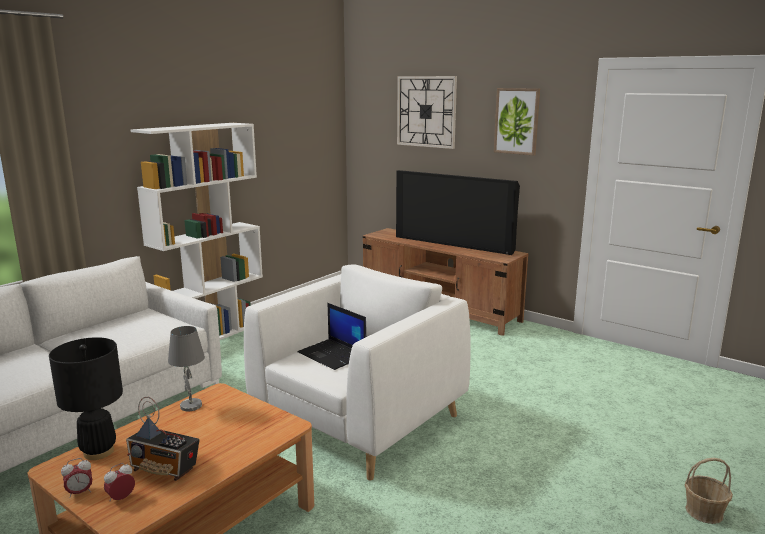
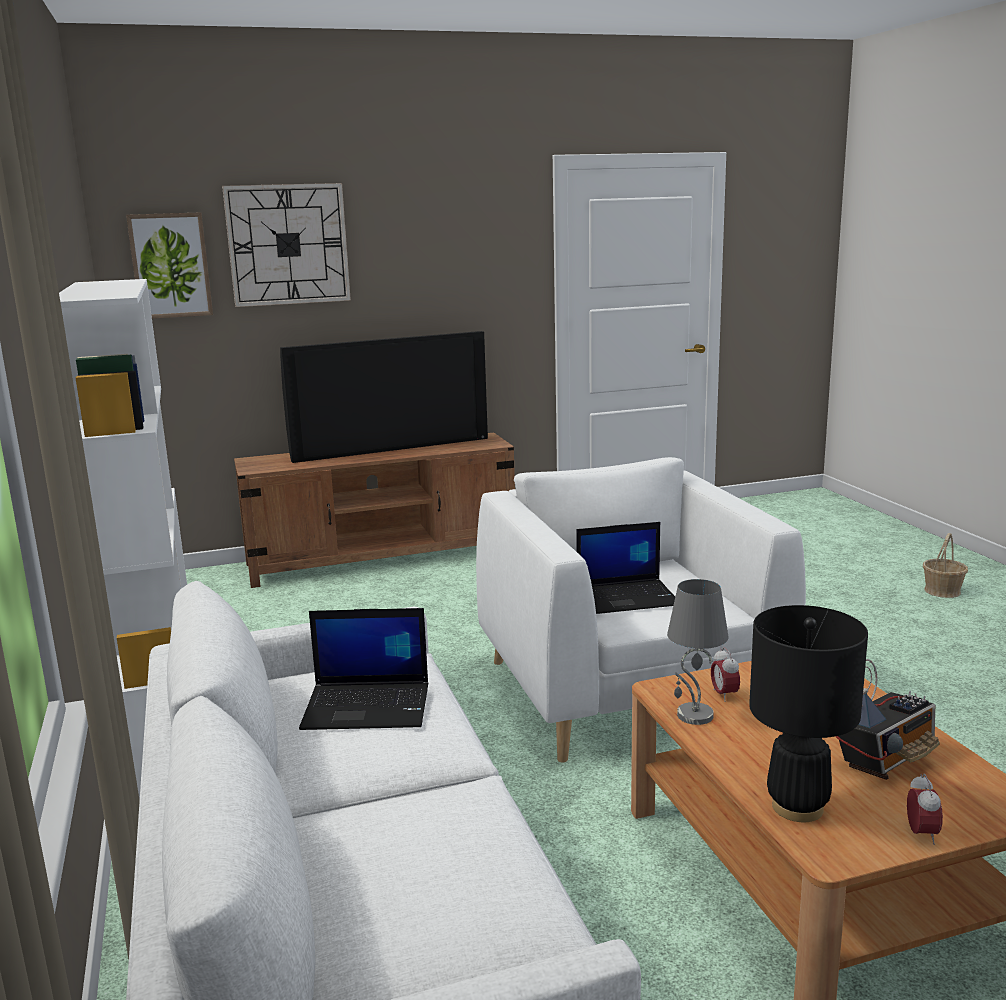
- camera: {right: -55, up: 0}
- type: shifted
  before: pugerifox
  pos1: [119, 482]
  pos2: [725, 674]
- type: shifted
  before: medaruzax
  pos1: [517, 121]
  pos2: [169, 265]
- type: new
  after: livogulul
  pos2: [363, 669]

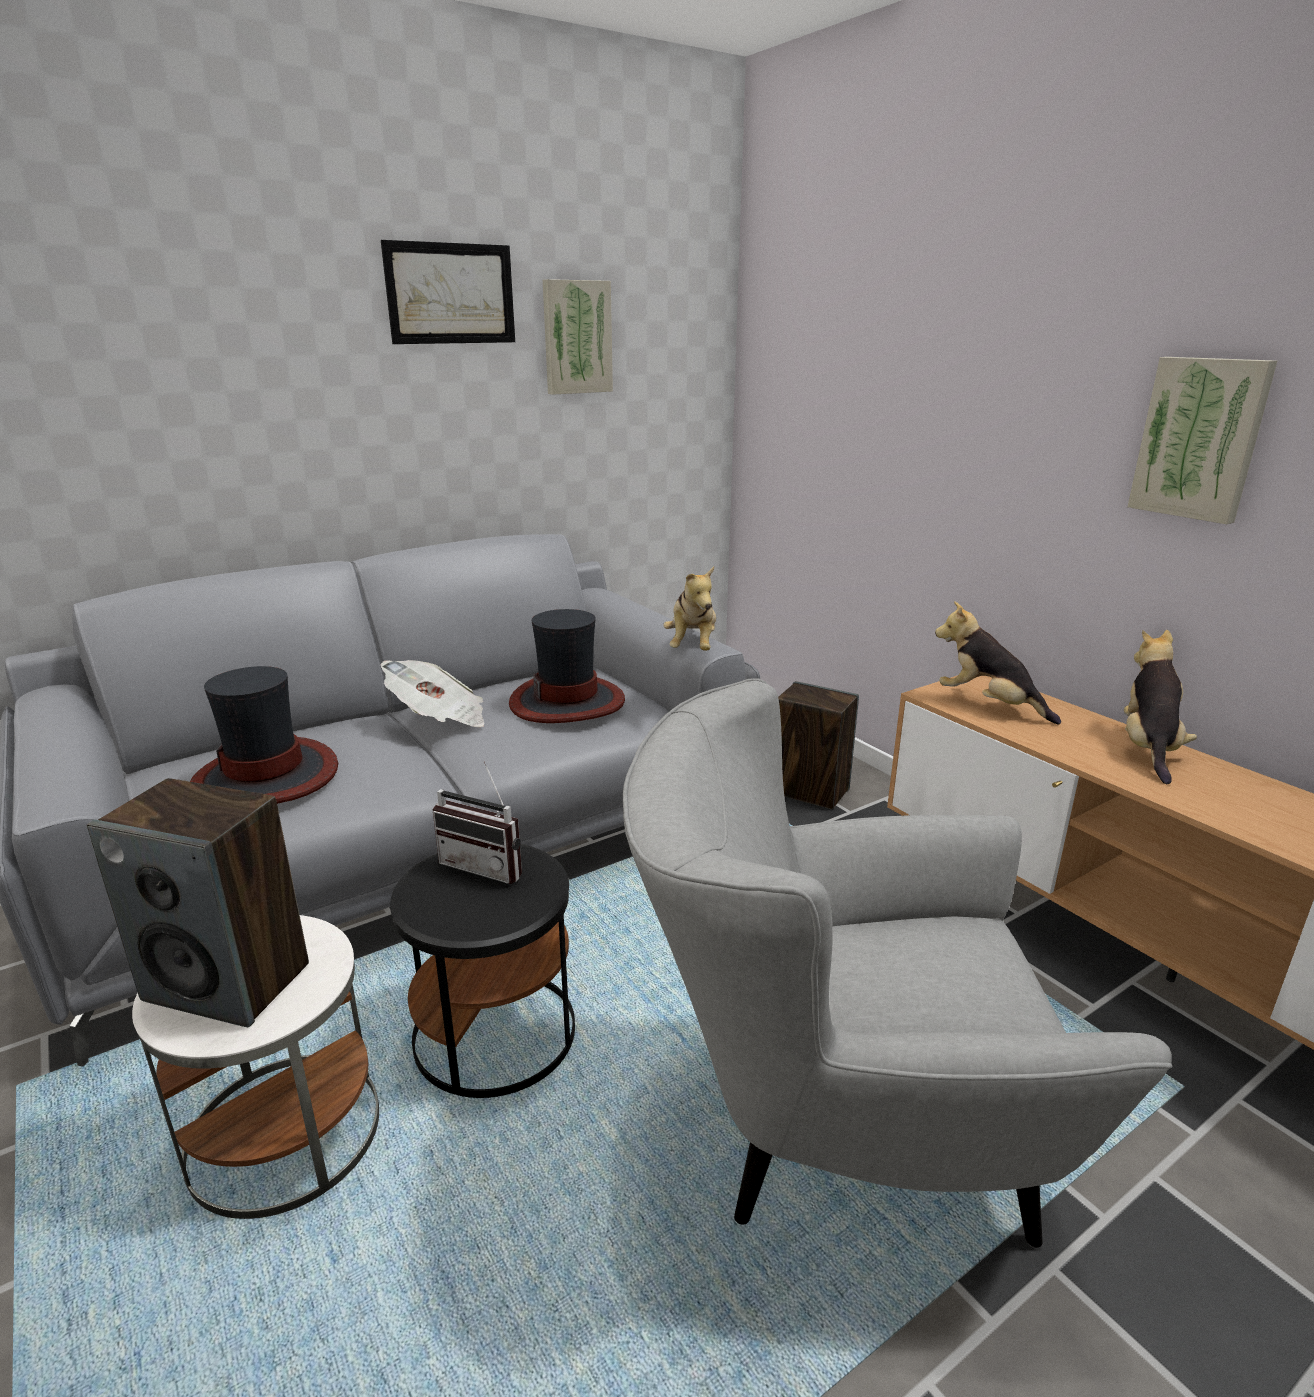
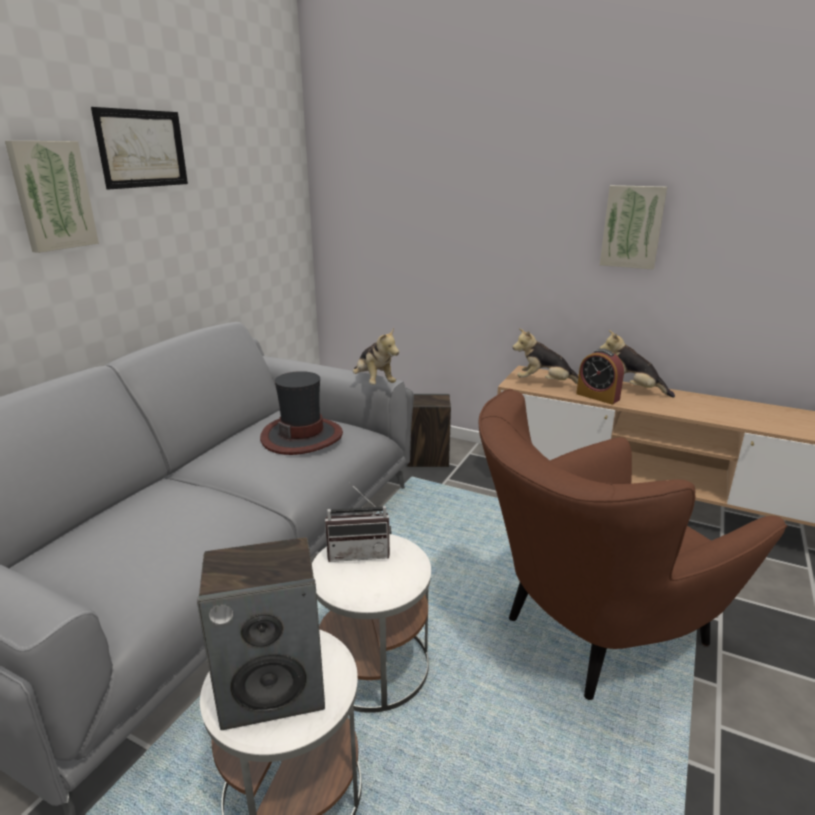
- camera: {right: -30, up: 0}
- type: gone
  before: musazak
  pos1: [264, 735]
- type: gone
  before: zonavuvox
  pos1: [432, 693]
- type: repainted
  before: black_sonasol
  after: white_sonasol
  pos1: [482, 971]
  pos2: [371, 623]
- type: shifted
  before: medaruzax
  pos1: [578, 337]
  pos2: [52, 197]
- type: repainted
  before: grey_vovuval
  after: brown_vovuval
  pos1: [898, 963]
  pos2: [632, 544]
- type: rotated
  before: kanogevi
  pos1: [1160, 707]
  pos2: [637, 364]
  turn: -45
- type: new
  after: pugerifox
  pos2: [600, 376]

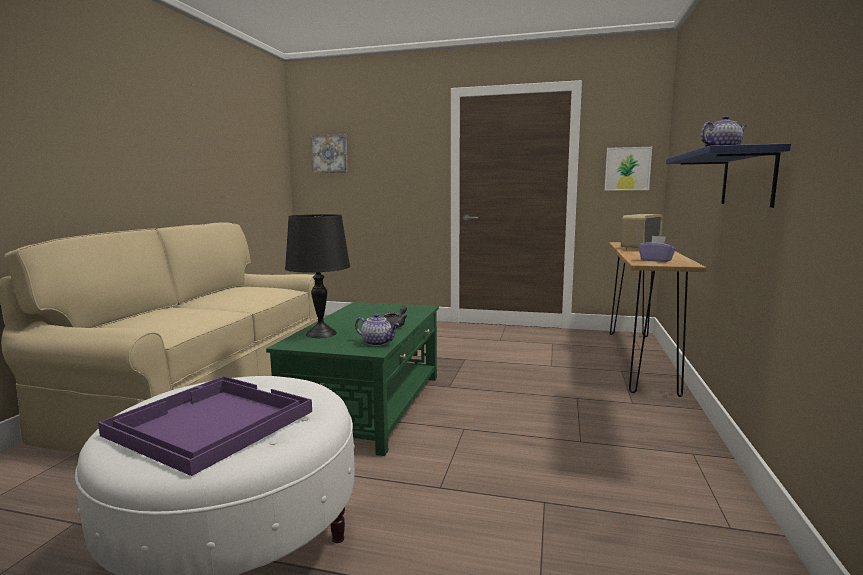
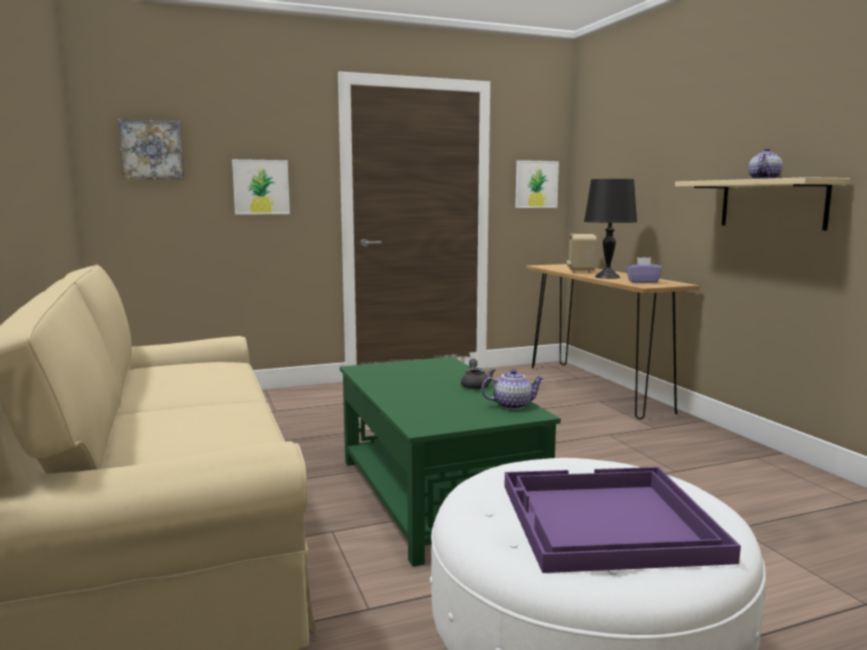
- camera: {right: -35, up: 0}
- type: shifted
  before: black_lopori
  pos1: [317, 276]
  pos2: [610, 229]
- type: repainted
  before: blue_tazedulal
  after: beige_tazedulal
  pos1: [728, 175]
  pos2: [762, 204]
- type: new
  after: medaruzax
  pos2: [261, 187]

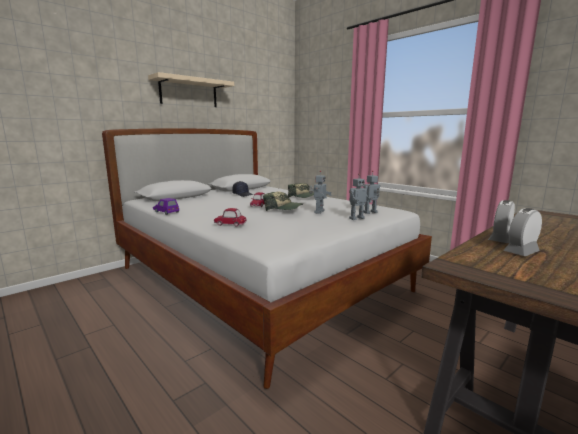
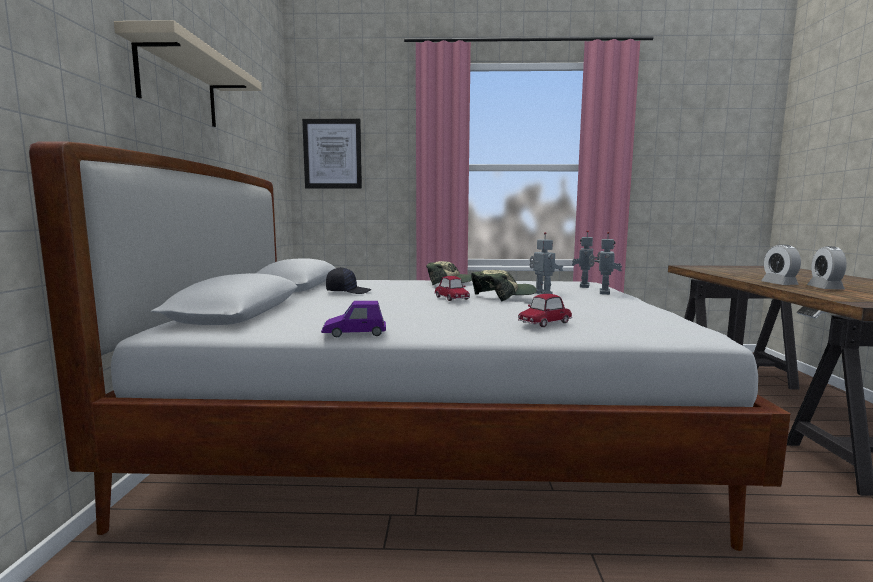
- camera: {right: -45, up: -5}
- type: new
  after: medaruzax
  pos2: [332, 154]

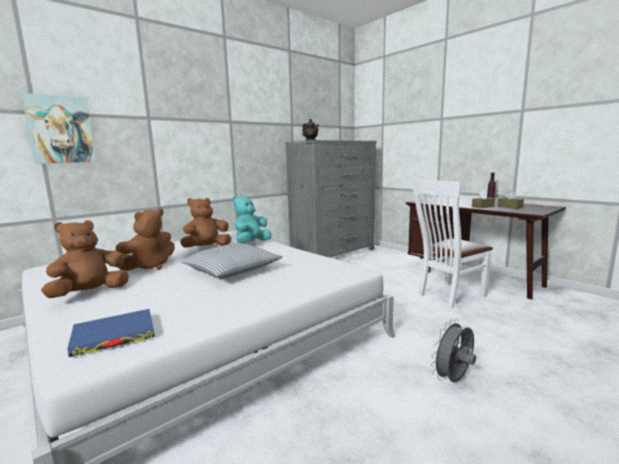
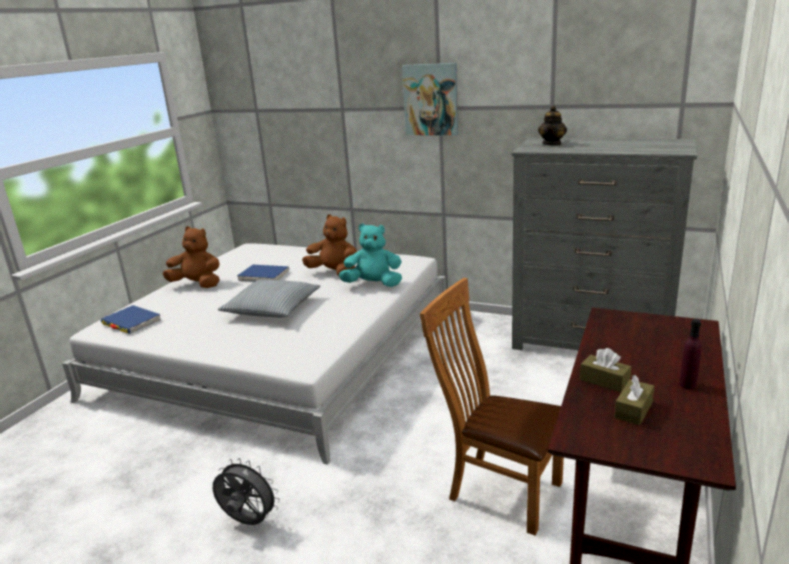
- camera: {right: 65, up: 10}
- type: shifted
  before: medaruzax
  pos1: [58, 128]
  pos2: [430, 99]
- type: swapped
  before: brown_kanogevi
  after: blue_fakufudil
  pos1: [145, 239]
  pos2: [263, 273]
- type: repainted
  before: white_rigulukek
  after: brown_rigulukek
  pos1: [452, 243]
  pos2: [492, 407]

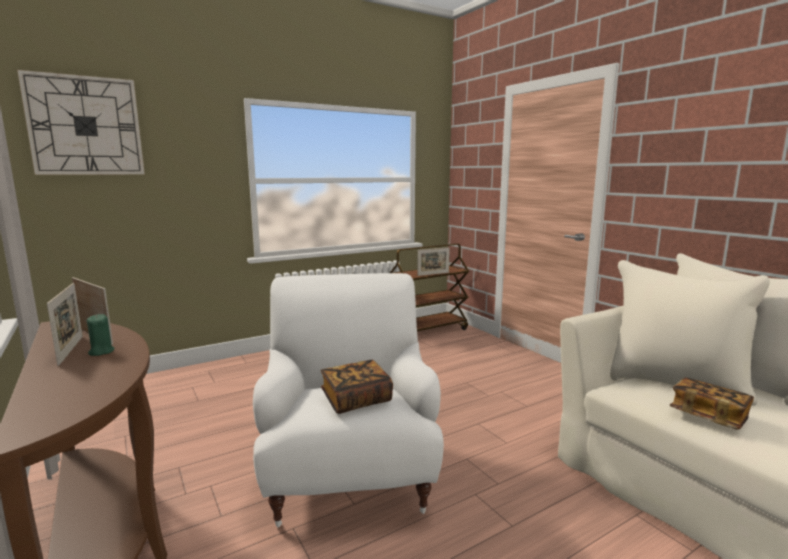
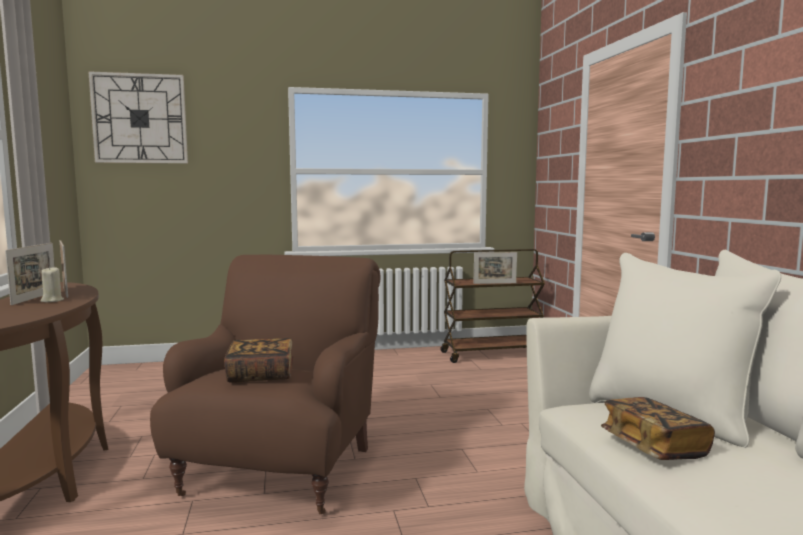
- camera: {right: 20, up: -5}
- type: repainted
  before: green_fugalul
  after: beige_fugalul
  pos1: [100, 335]
  pos2: [52, 284]
- type: repainted
  before: white_vovuval
  after: brown_vovuval
  pos1: [348, 400]
  pos2: [265, 384]

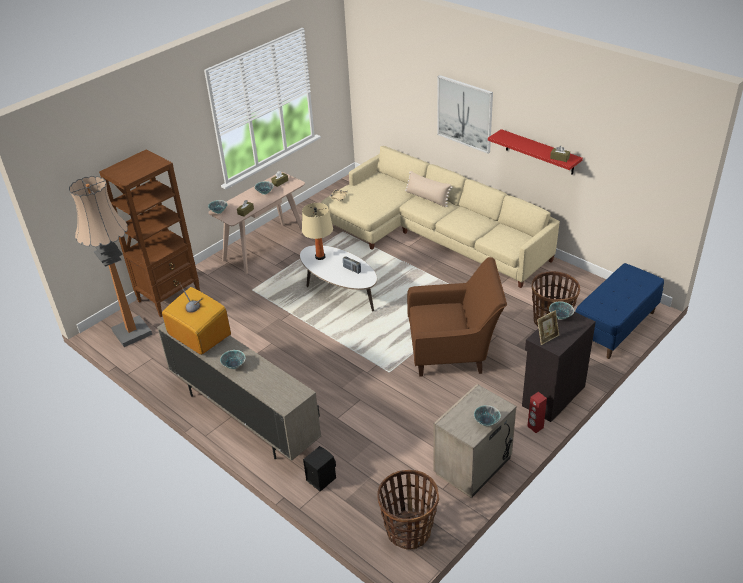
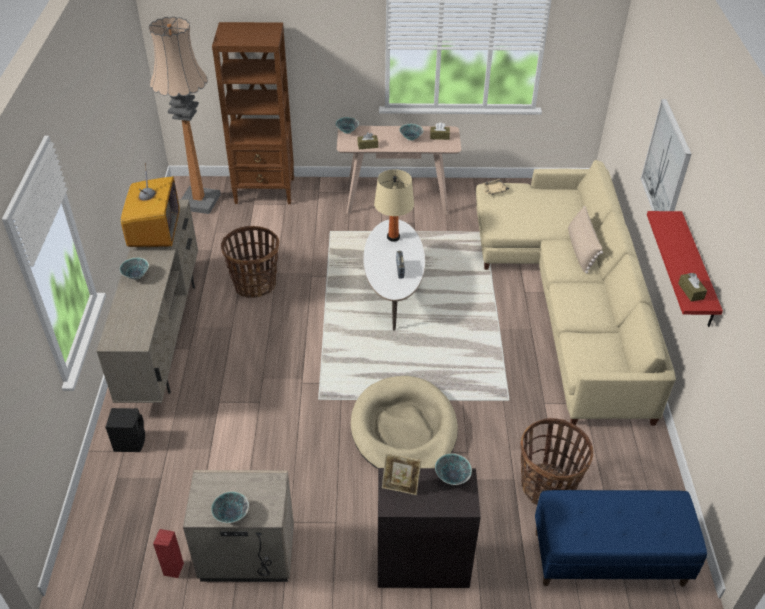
- camera: {right: 45, up: 5}
- type: shifted
  before: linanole
  pos1: [408, 510]
  pos2: [250, 262]
- type: swapped
  before: brown_vovuval
  after: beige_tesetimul
  pos1: [457, 317]
  pos2: [404, 422]
- type: shifted
  before: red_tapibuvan
  pos1: [537, 412]
  pos2: [168, 553]

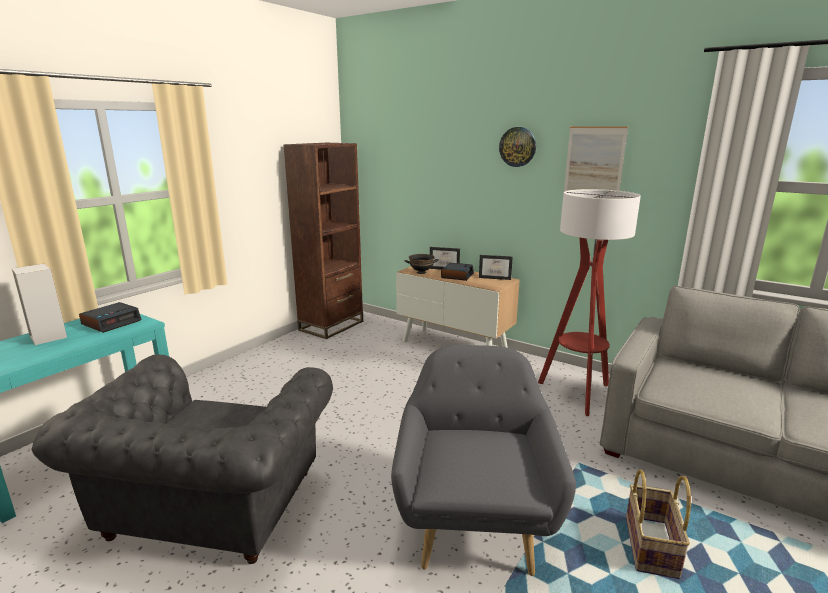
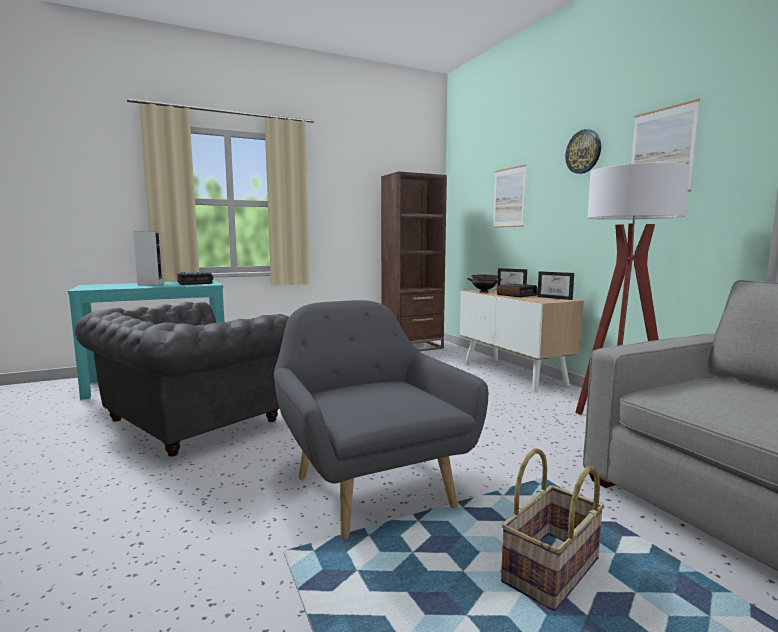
- camera: {right: 30, up: -10}
- type: rotated
  before: grey_vovuval
  pos1: [483, 460]
  pos2: [381, 420]
  turn: -60
- type: new
  after: medaruzax
  pos2: [509, 196]

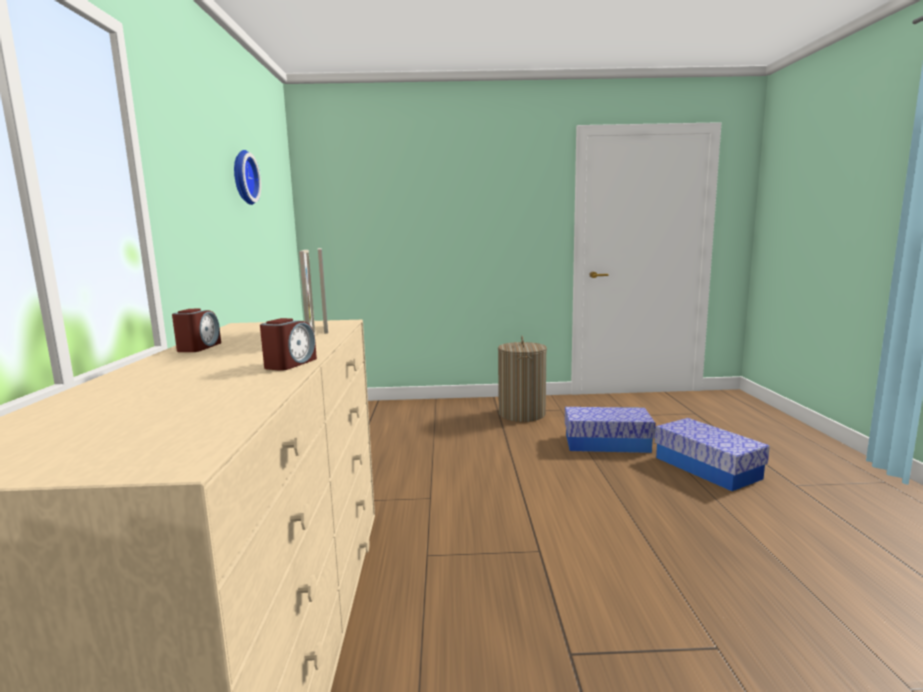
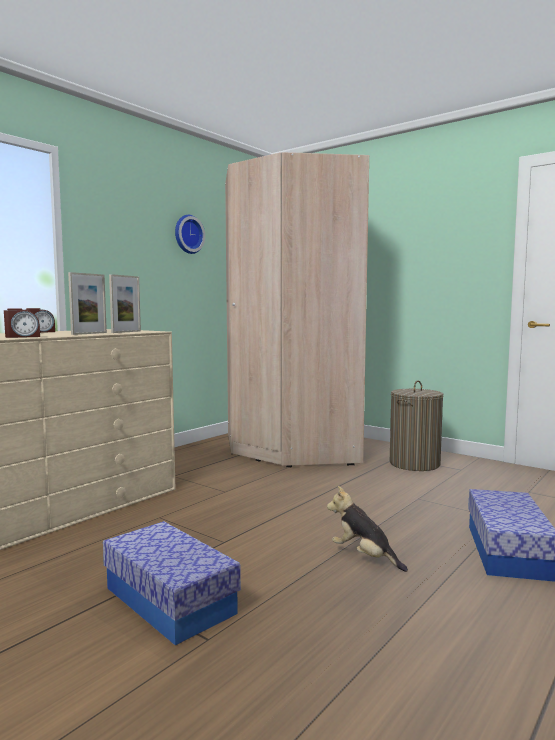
- camera: {right: 40, up: -5}
- type: shifted
  before: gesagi
  pos1: [610, 430]
  pos2: [172, 583]
- type: new
  after: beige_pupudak
  pos2: [297, 309]
- type: new
  after: kanogevi
  pos2: [367, 529]

